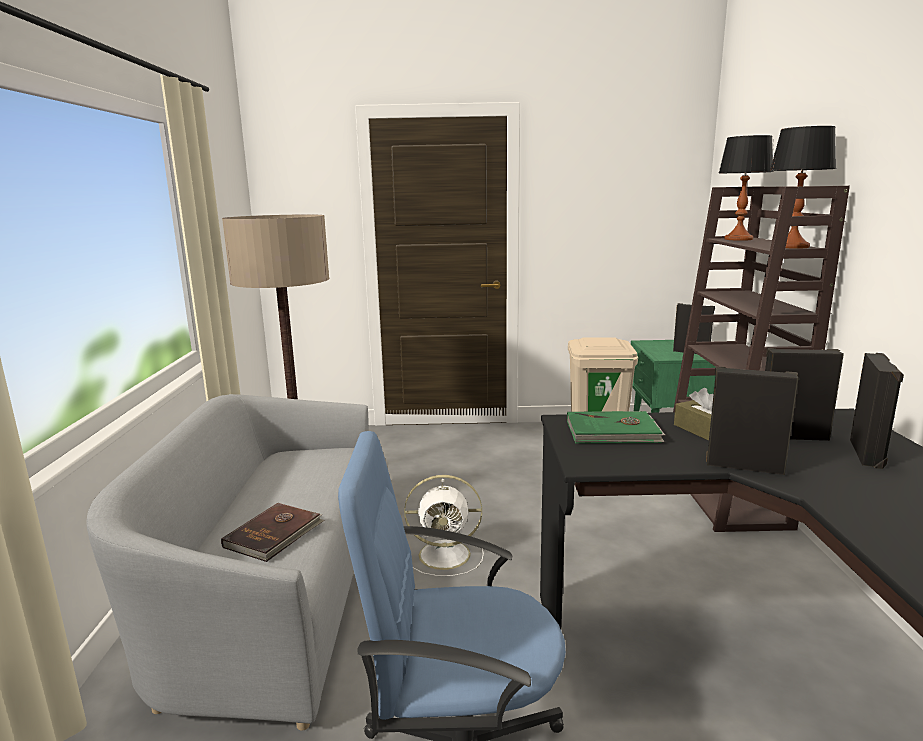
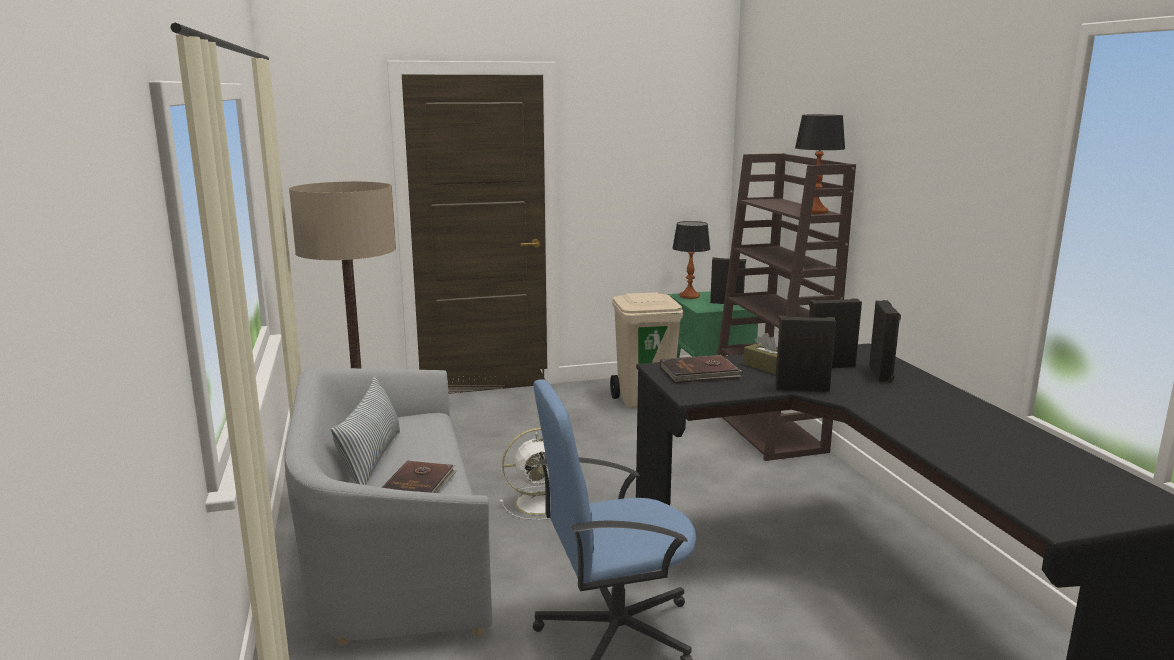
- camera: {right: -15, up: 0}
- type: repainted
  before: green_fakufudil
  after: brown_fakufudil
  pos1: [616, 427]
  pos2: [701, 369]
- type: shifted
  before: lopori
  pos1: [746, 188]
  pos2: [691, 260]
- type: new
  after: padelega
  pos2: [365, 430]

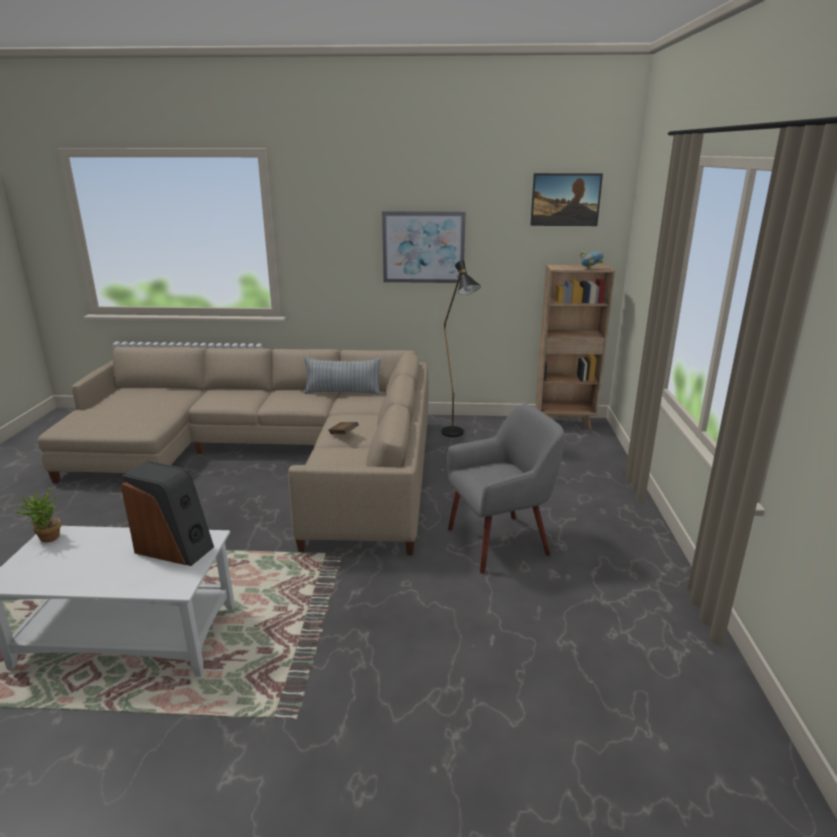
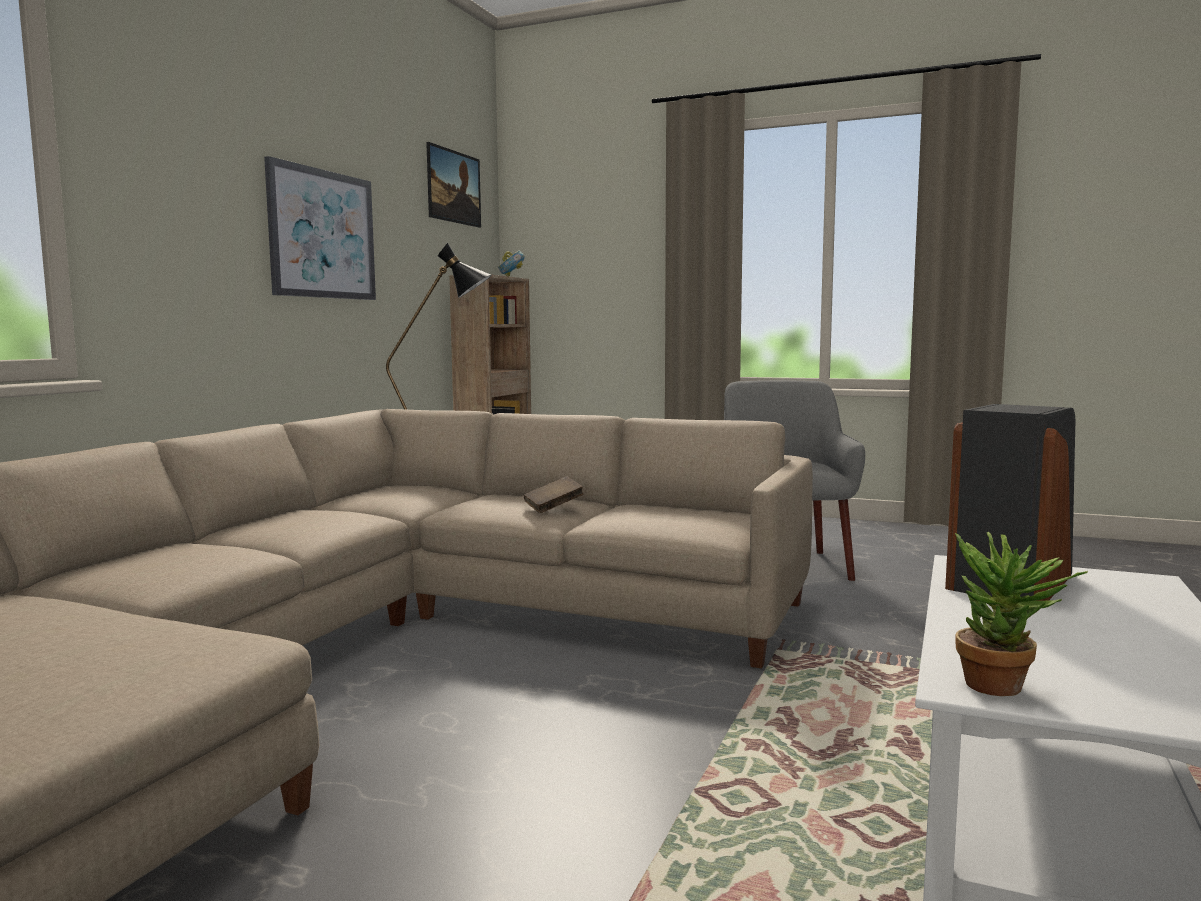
- camera: {right: -70, up: -15}
- type: gone
  before: padelega
  pos1: [343, 376]

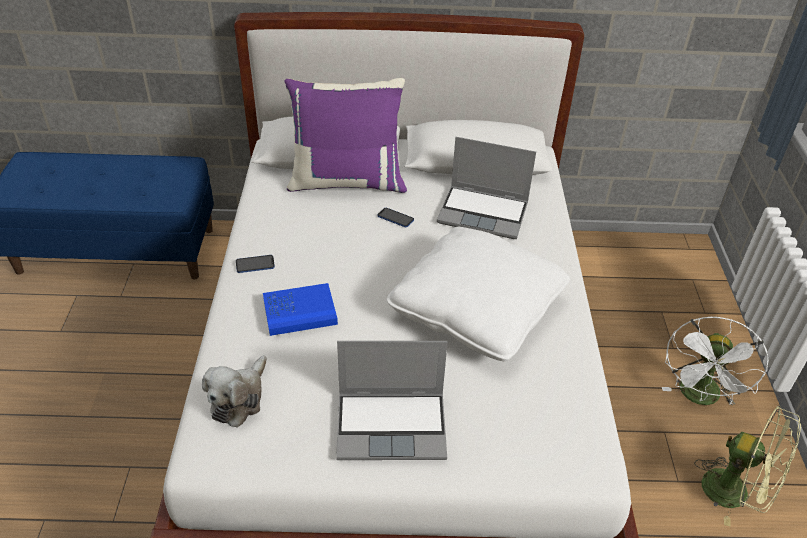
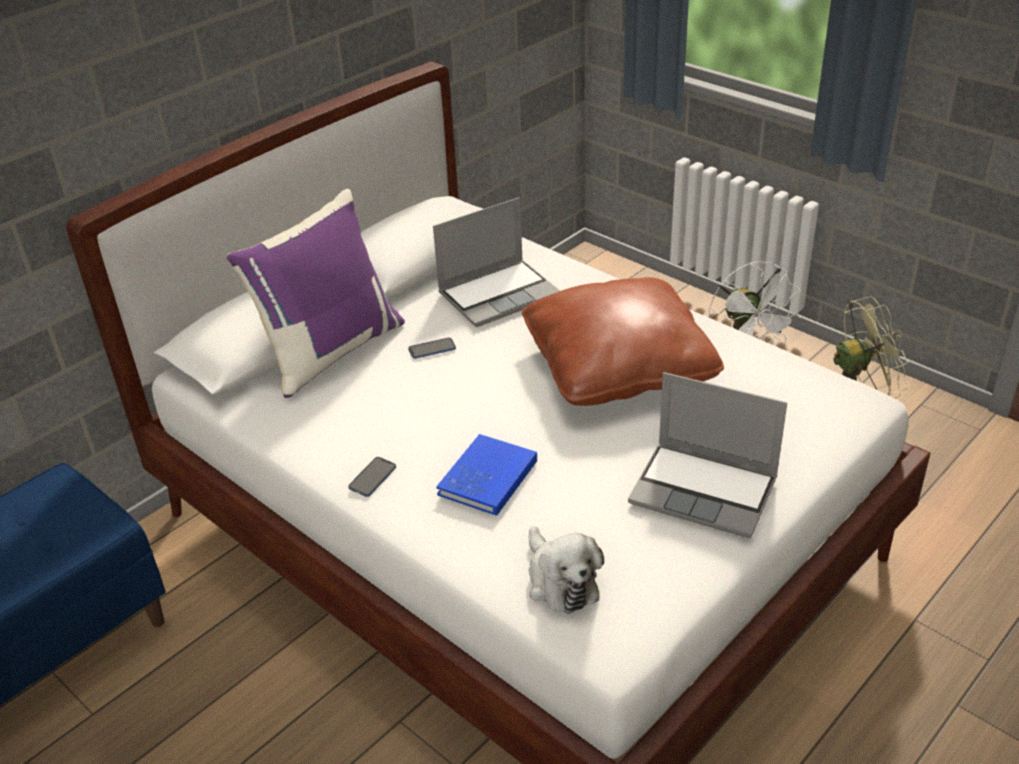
- camera: {right: -45, up: -5}
- type: rotated
  before: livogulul
  pos1: [392, 400]
  pos2: [707, 455]
  turn: 75
- type: repainted
  before: white_padelega
  after: brown_padelega
  pos1: [478, 294]
  pos2: [623, 341]

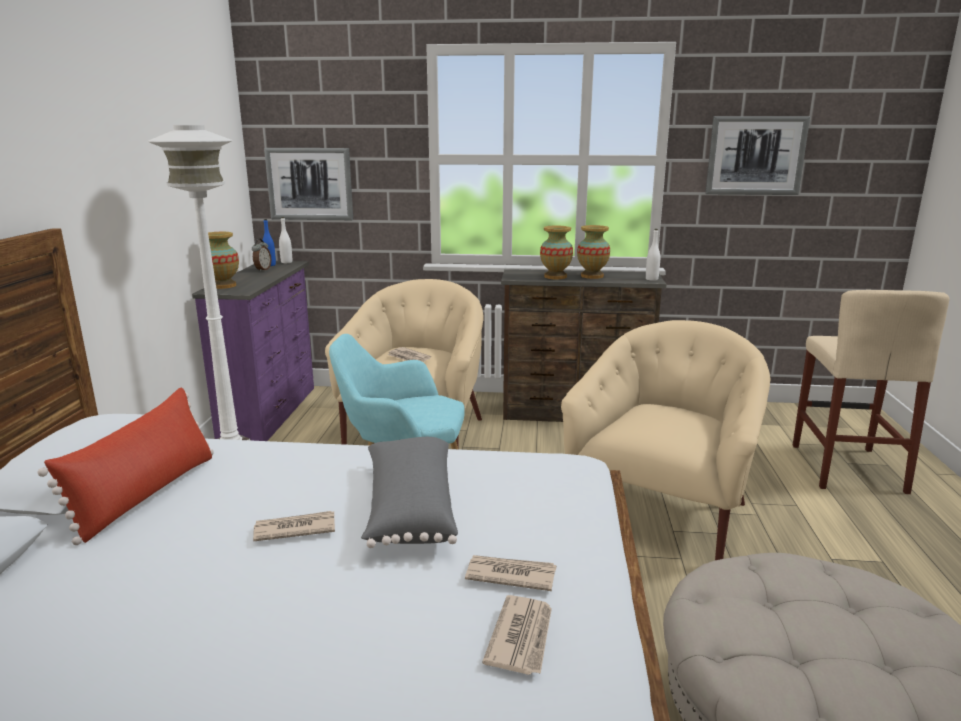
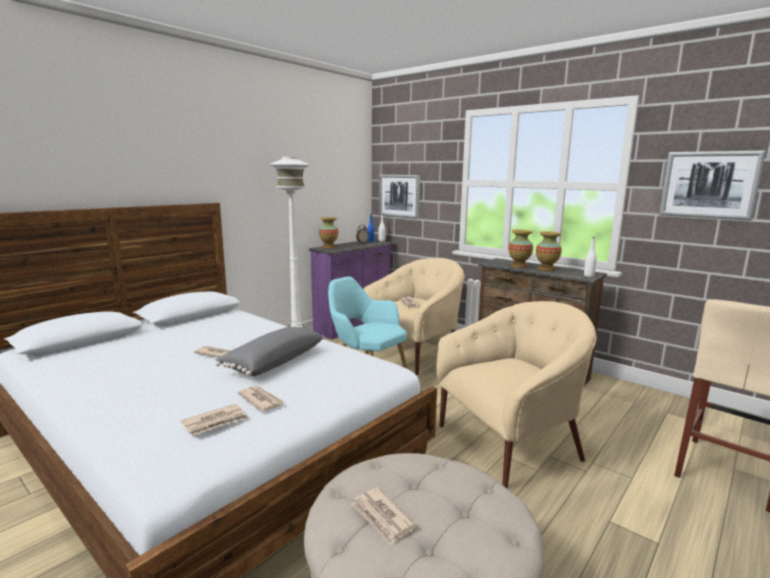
- camera: {right: 35, up: -5}
- type: gone
  before: red_padelega
  pos1: [126, 466]
- type: new
  after: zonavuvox
  pos2: [384, 516]

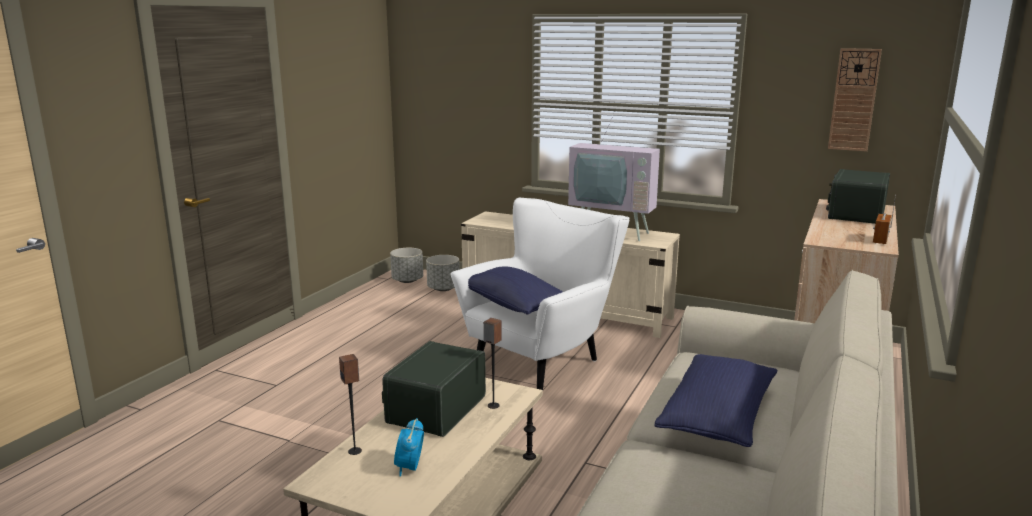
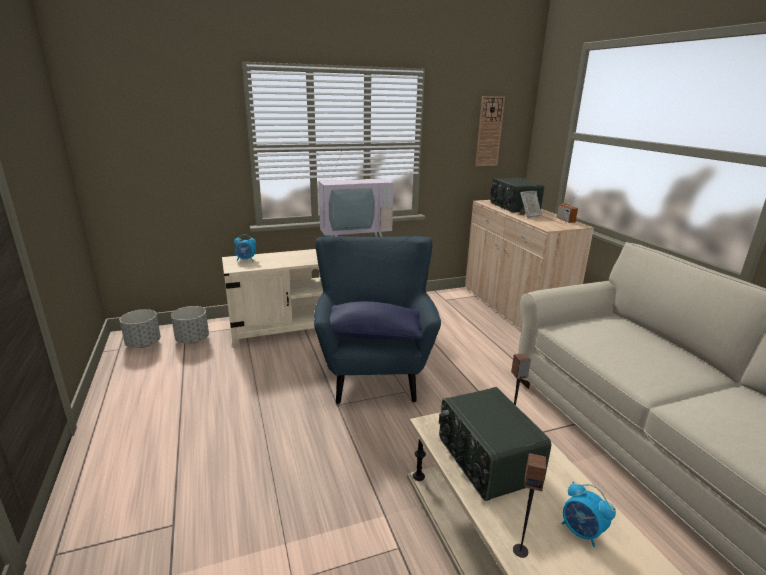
- camera: {right: -45, up: 5}
- type: repainted
  before: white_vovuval
  after: blue_vovuval
  pos1: [540, 293]
  pos2: [377, 320]
- type: gone
  before: blue_padelega
  pos1: [715, 400]
- type: new
  after: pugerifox
  pos2: [245, 247]
- type: new
  after: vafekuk
  pos2: [531, 204]

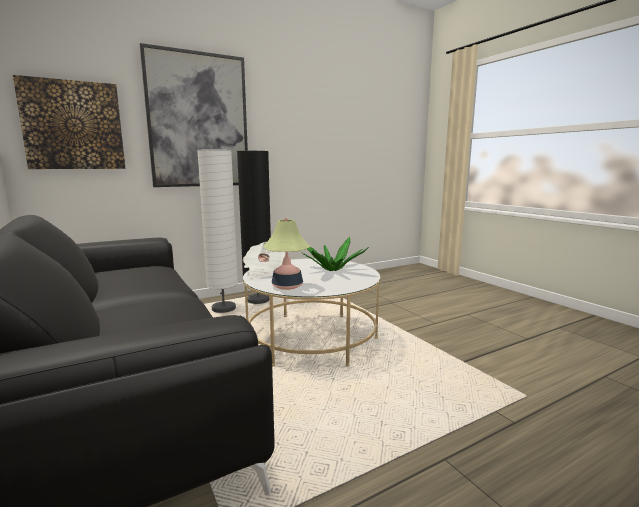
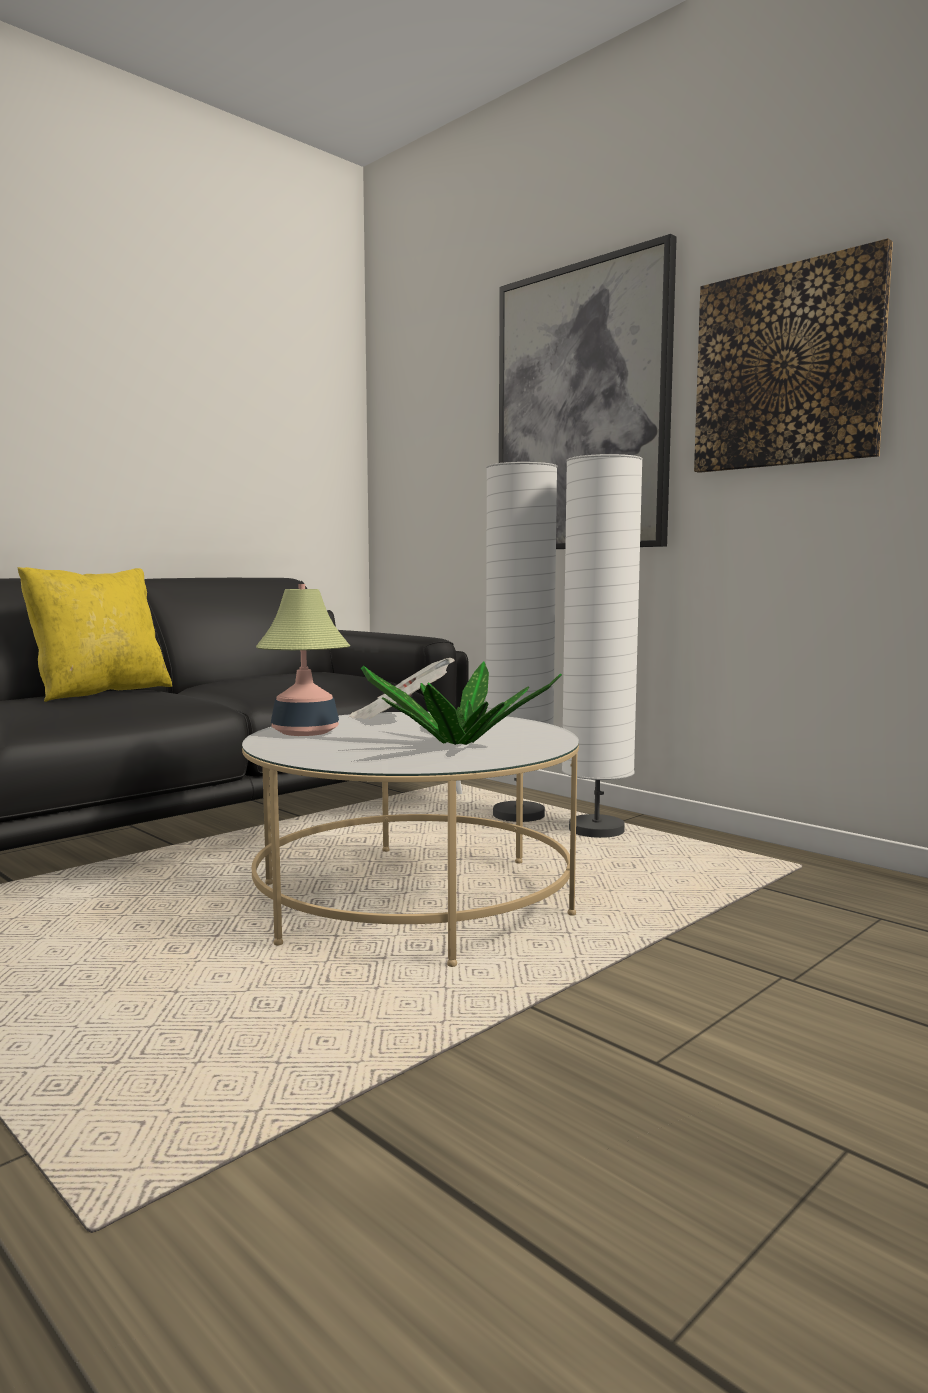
- camera: {right: 75, up: -5}
- type: shifted
  before: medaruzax
  pos1: [69, 122]
  pos2: [793, 355]
- type: repainted
  before: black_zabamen
  after: white_zabamen
  pos1: [254, 227]
  pos2: [602, 646]
- type: new
  after: yellow_padelega
  pos2: [94, 634]

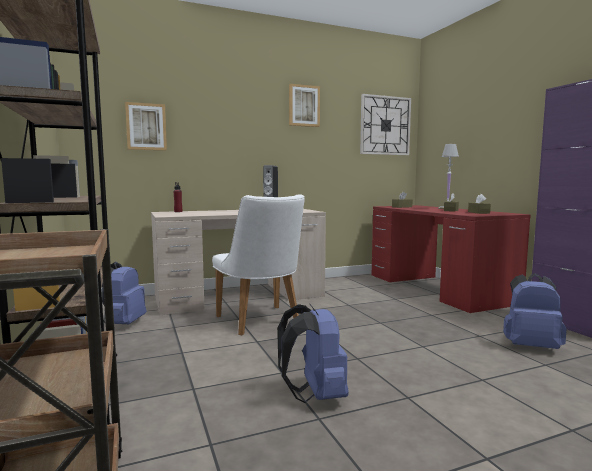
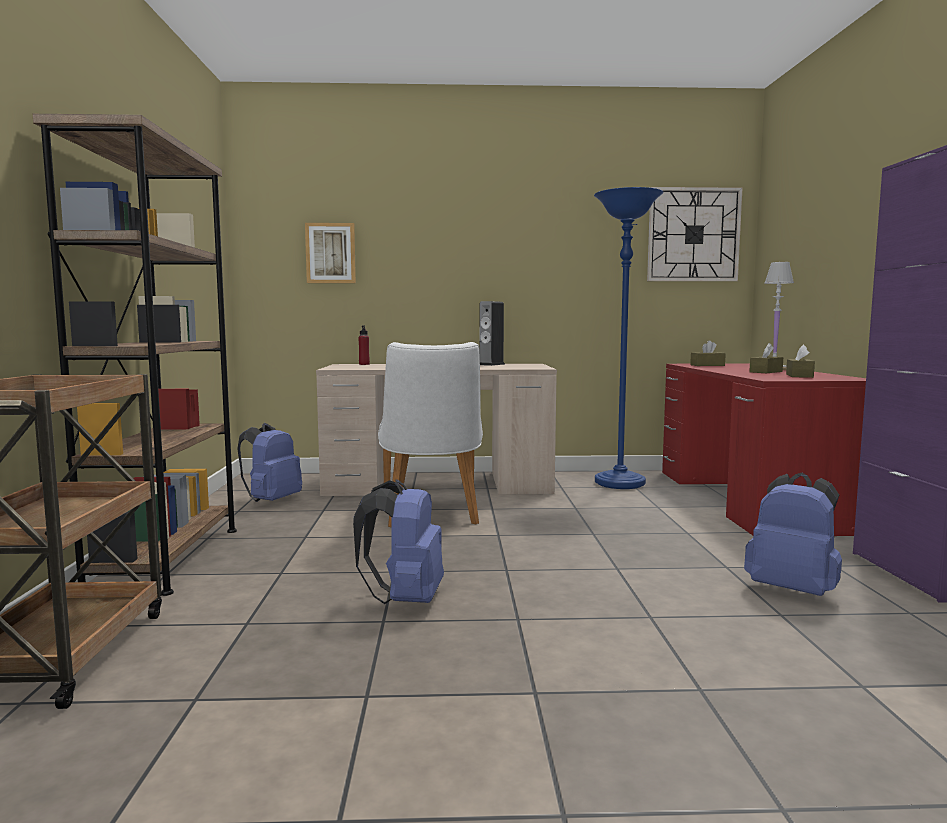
- camera: {right: 20, up: 0}
- type: gone
  before: medaruzax
  pos1: [304, 105]
- type: new
  after: blue_zabamen
  pos2: [629, 338]

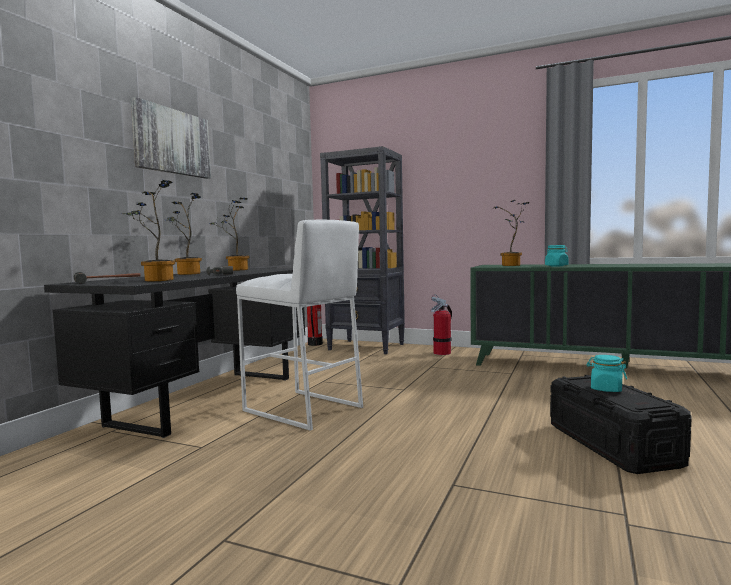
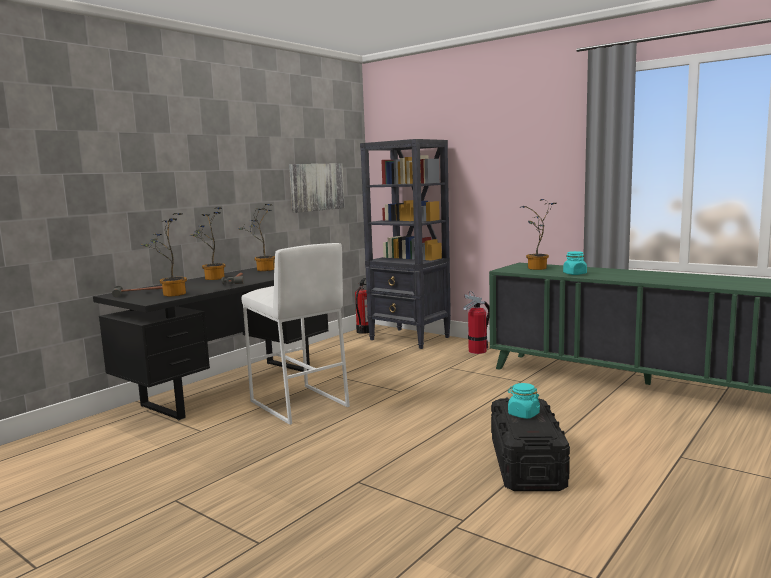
- camera: {right: 15, up: 5}
- type: shifted
  before: medaruzax
  pos1: [171, 138]
  pos2: [317, 188]

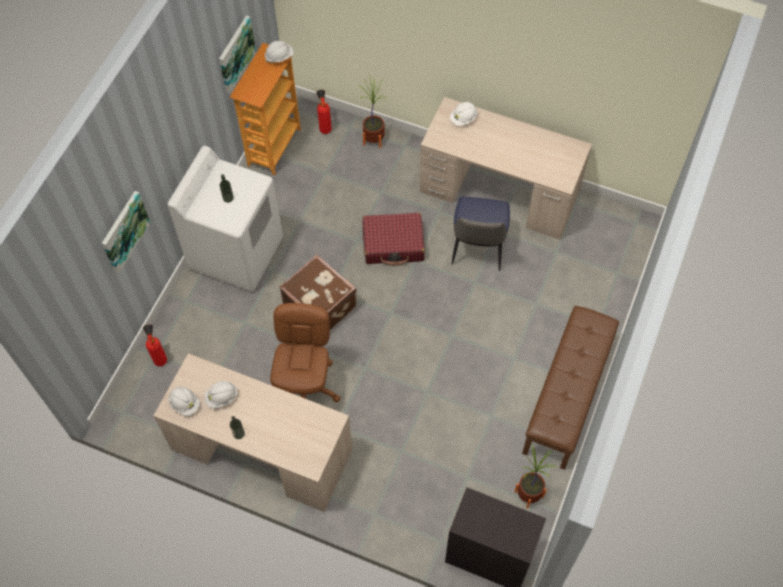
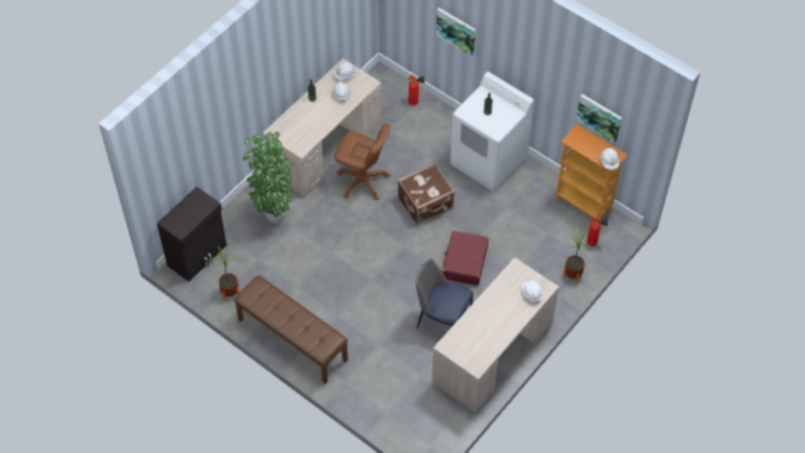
- camera: {right: 105, up: -5}
- type: new
  after: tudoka
  pos2: [269, 178]

